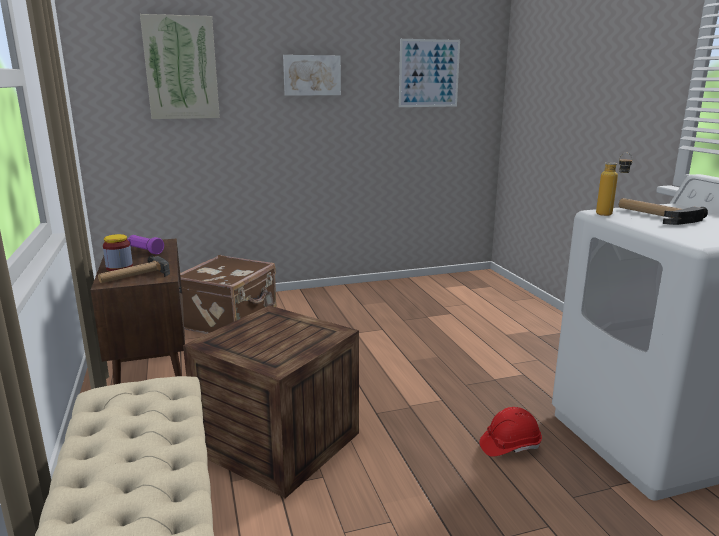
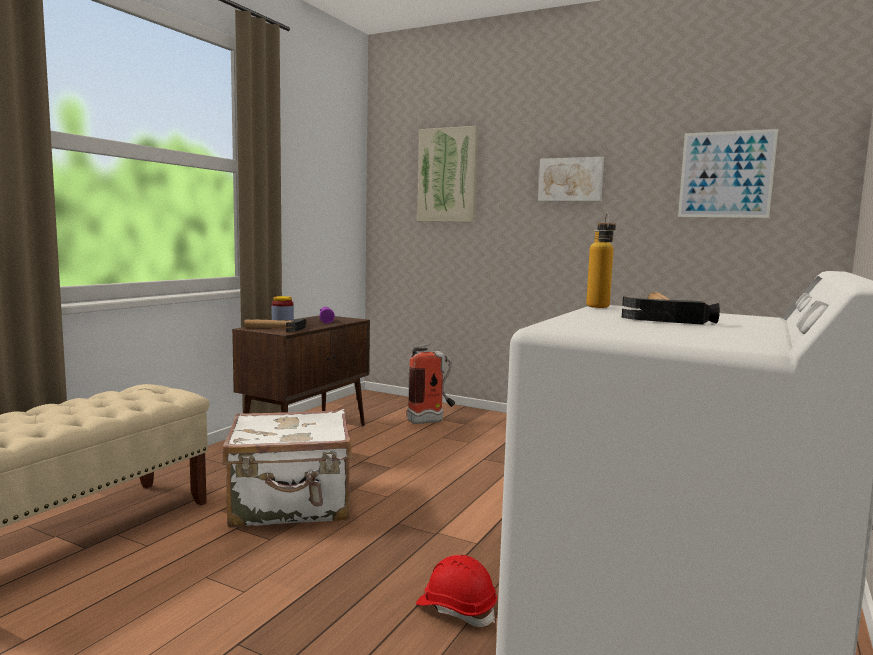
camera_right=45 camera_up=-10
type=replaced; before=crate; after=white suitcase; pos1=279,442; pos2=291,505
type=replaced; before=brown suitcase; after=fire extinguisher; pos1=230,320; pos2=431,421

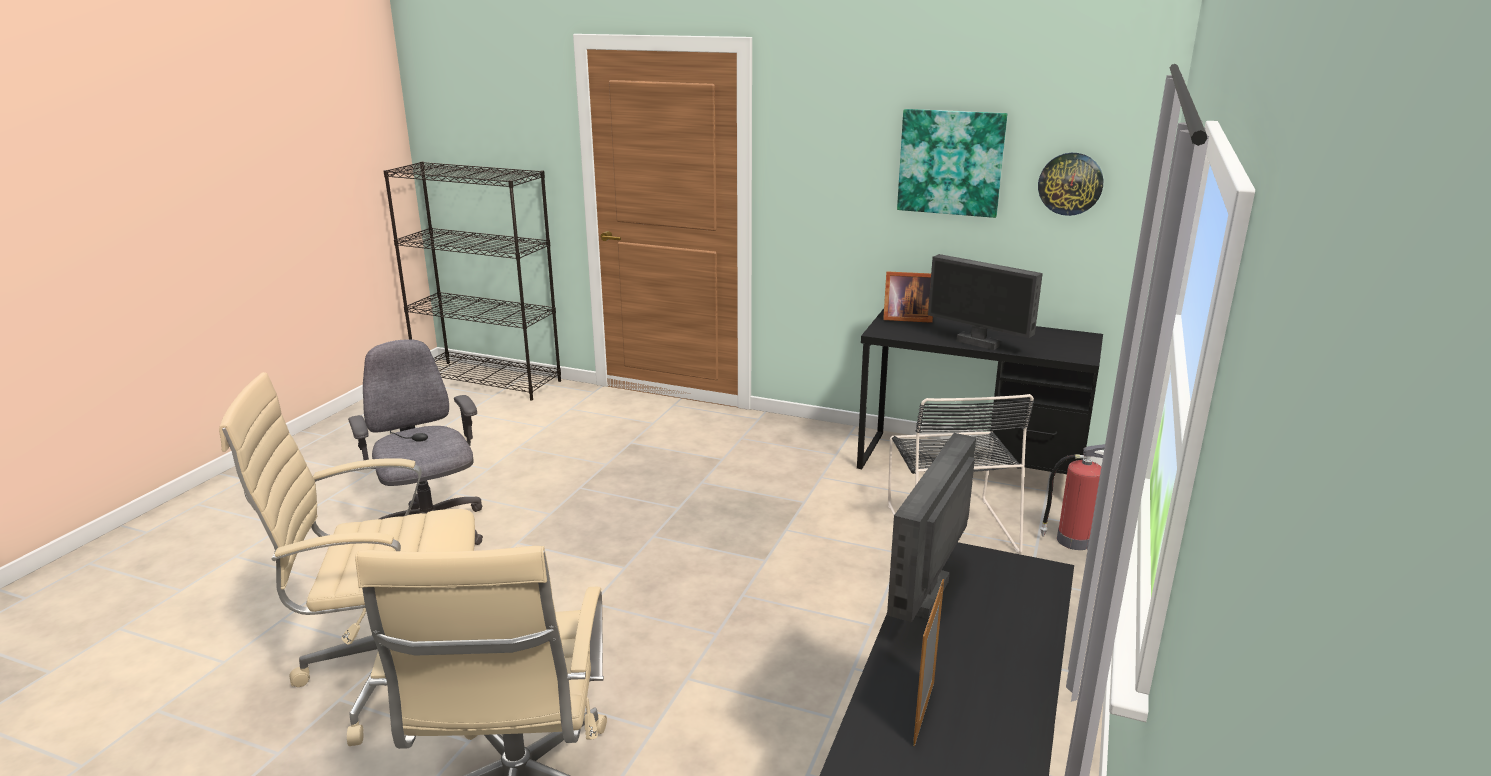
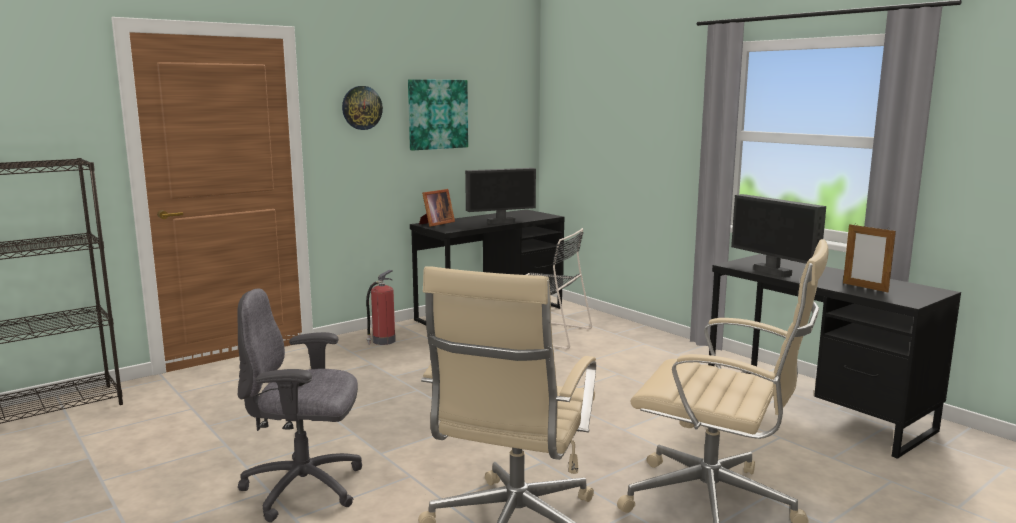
camera_right=-60 camera_up=-10
type=moved; before=wall clock; pos1=1070,184; pos2=361,107
type=moved; before=fire extinguisher; pos1=1072,540; pos2=383,341

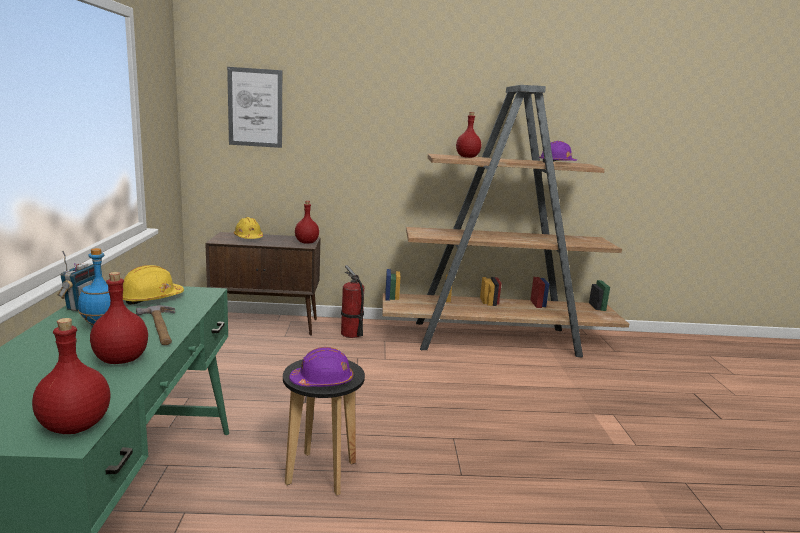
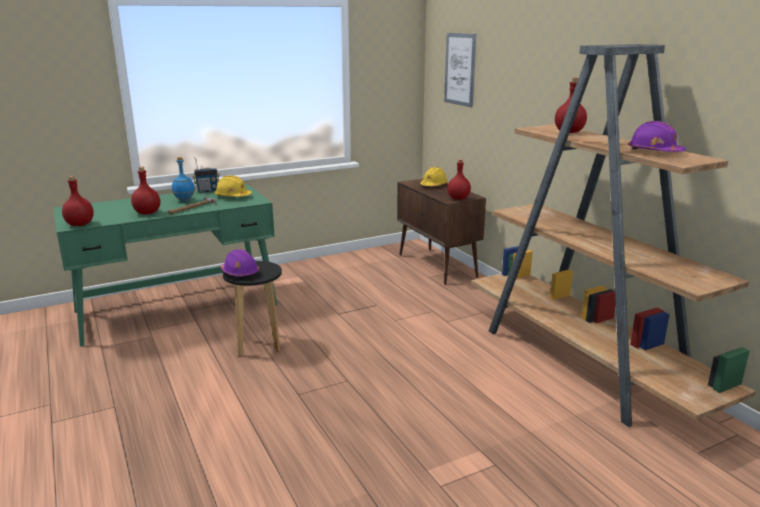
camera_right=65 camera_up=5
type=removed; before=fire extinguisher; pos1=351,334

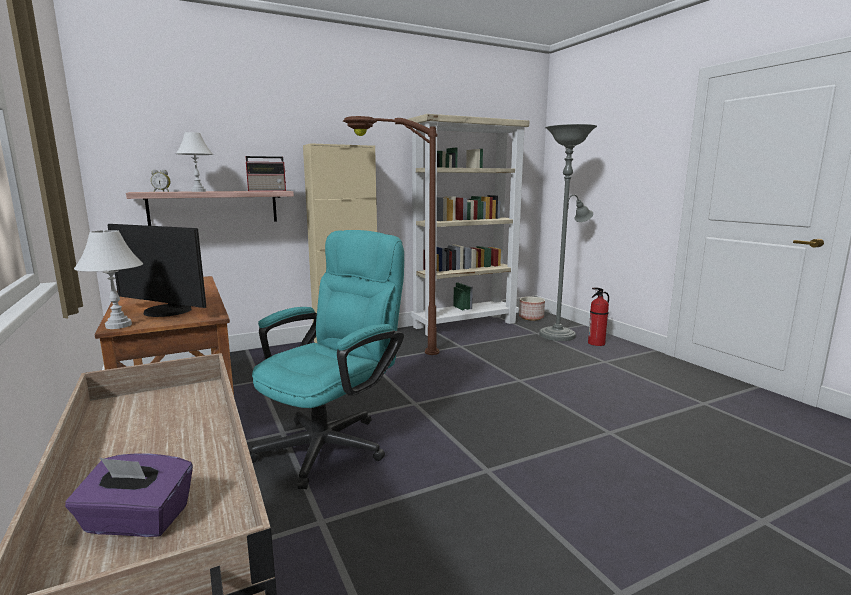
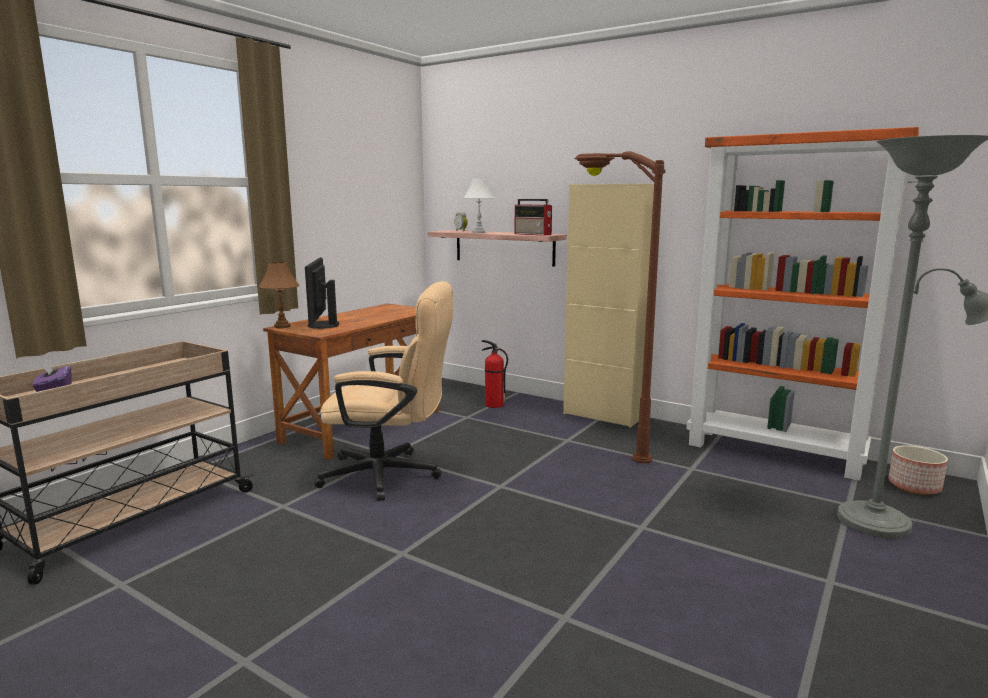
camera_right=60 camera_up=0
type=recoloured; before=white table lamp; after=brown table lamp; pos1=118,325; pos2=282,326
type=recoloured; before=turquoise office chair; after=beige office chair; pos1=332,442; pos2=391,475
type=moved; before=fire extinguisher; pos1=596,343; pos2=493,405
type=recoloured; before=beige bookcase; after=orange bookcase; pos1=465,324; pos2=775,452

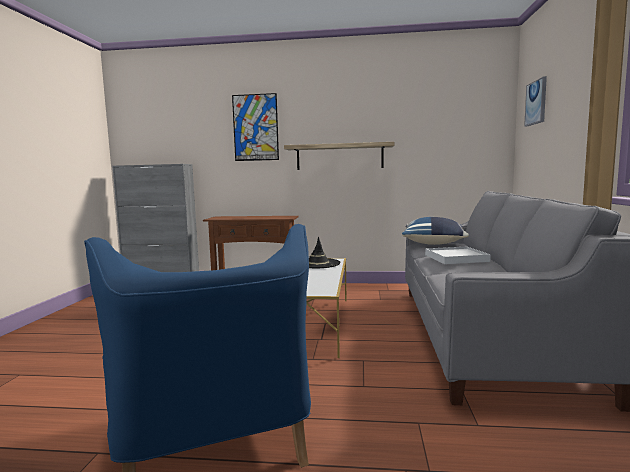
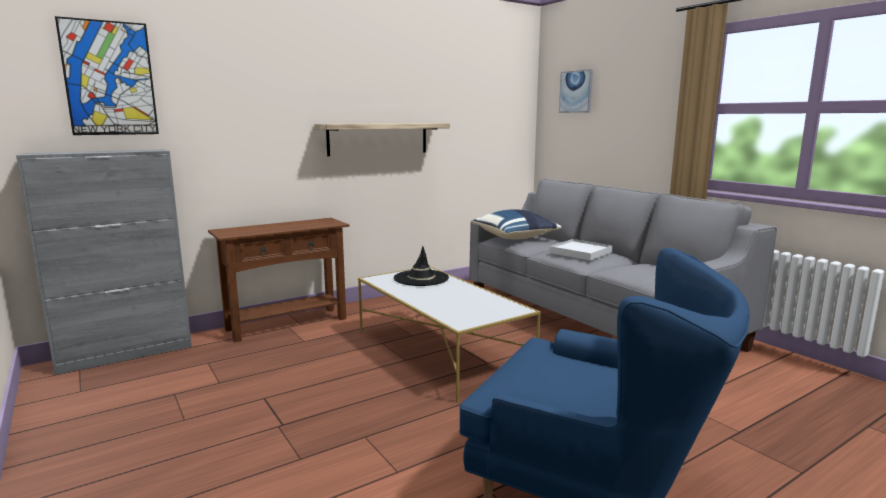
camera_right=-40 camera_up=5
type=moved; before=picture; pos1=255,127; pos2=109,78

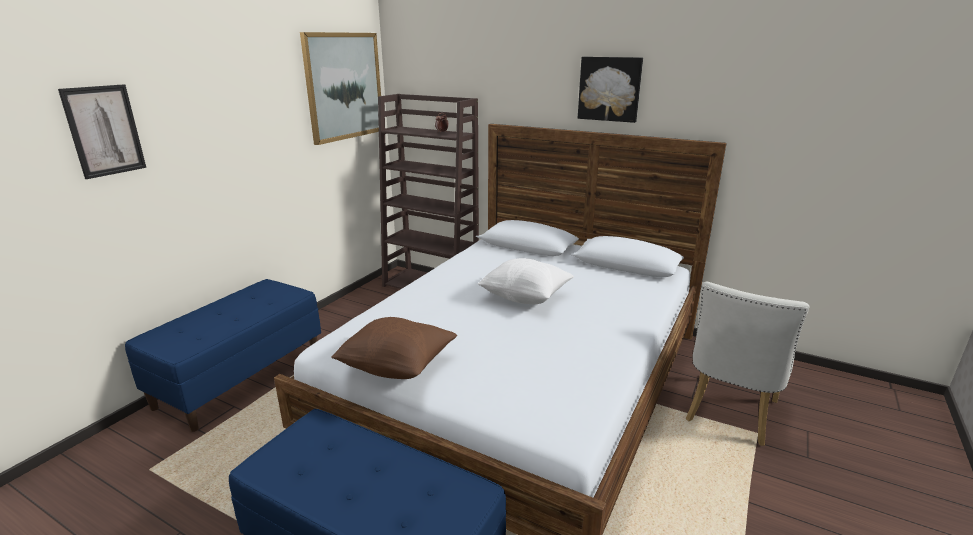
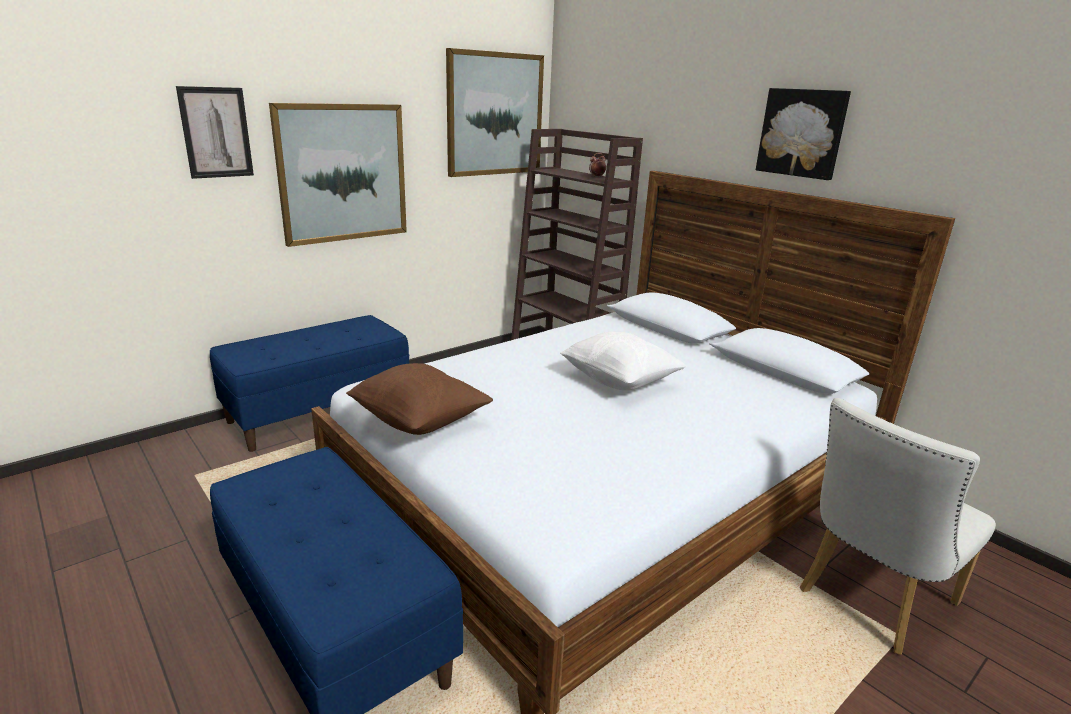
camera_right=20 camera_up=0
type=added; after=picture; pos2=343,173

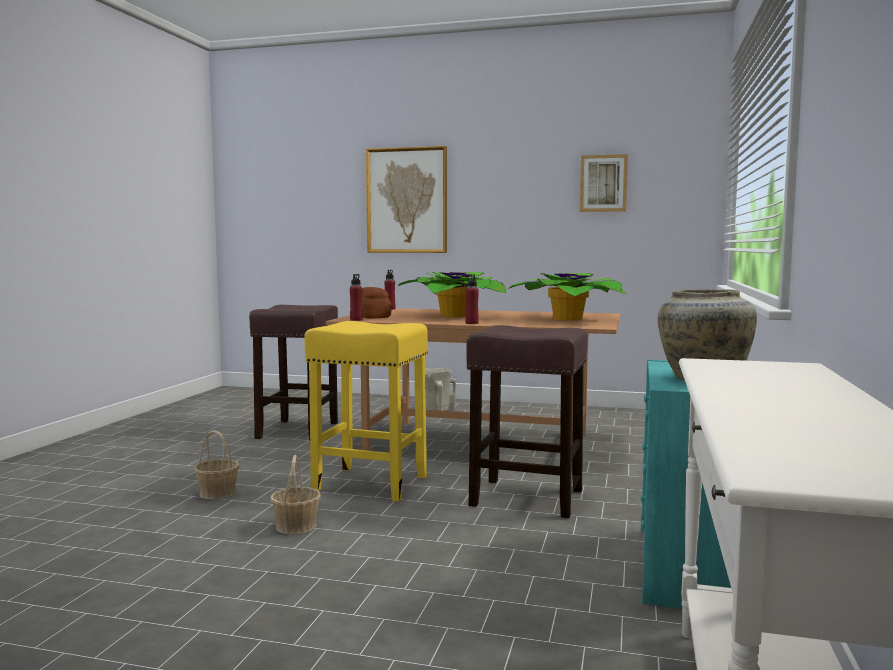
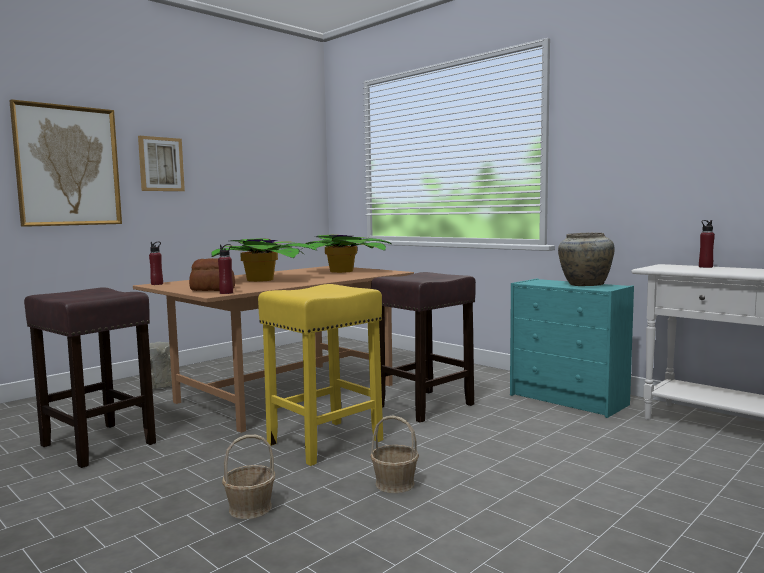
camera_right=-60 camera_up=0
type=moved; before=picture; pos1=603,183; pos2=161,164
type=moved; before=red bottle; pos1=471,323; pos2=705,267

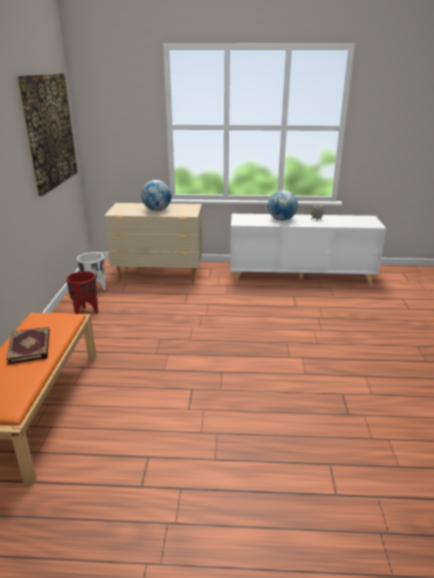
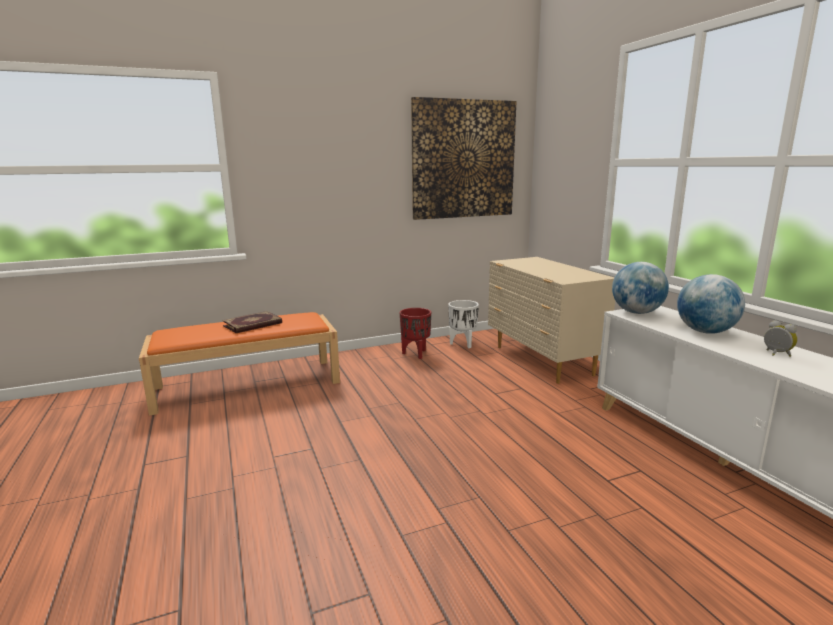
camera_right=65 camera_up=-10
type=moved; before=globe; pos1=157,210; pos2=636,312

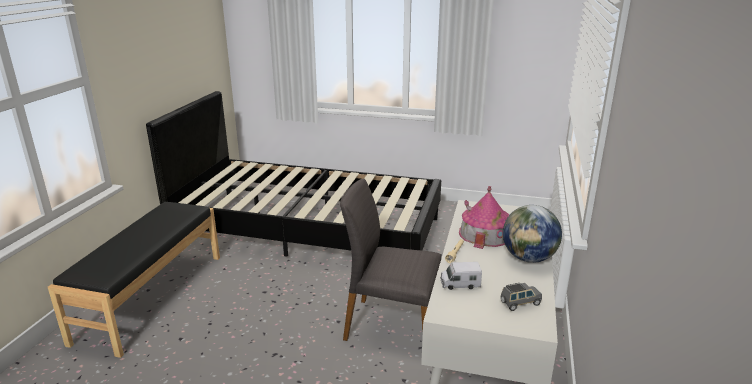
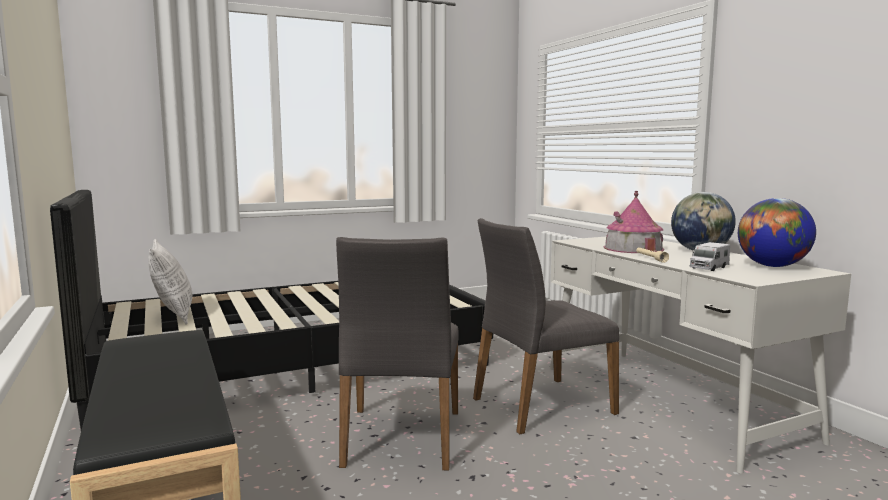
camera_right=-40 camera_up=-15
type=added; after=pillow; pos2=173,315
type=added; after=grey chair; pos2=401,438
type=replaced; before=grey toy car; after=globe; pos1=519,303; pos2=772,266

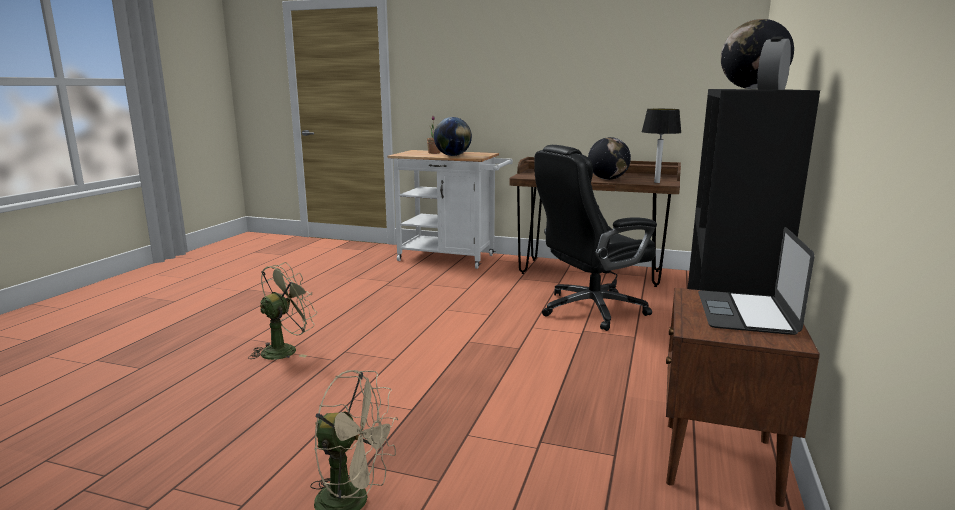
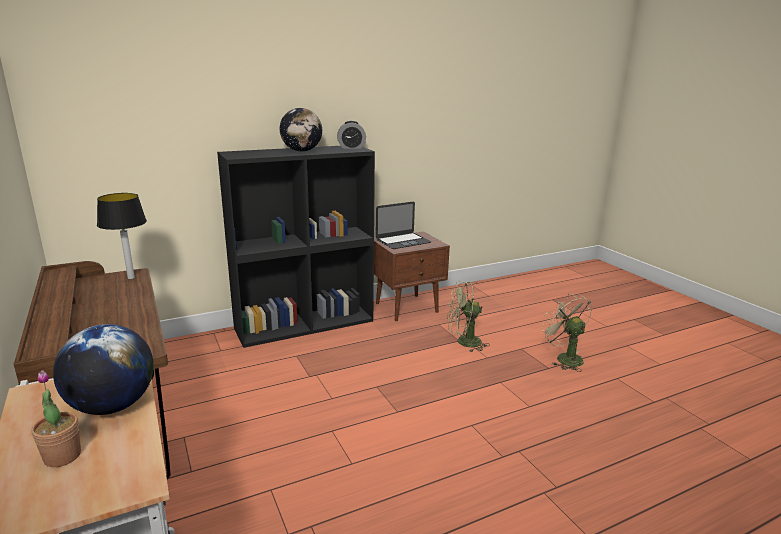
camera_right=-135 camera_up=5
type=moved; before=green fan; pos1=285,349; pos2=463,342
type=removed; before=black office chair; pos1=590,310
type=removed; before=globe; pos1=608,179

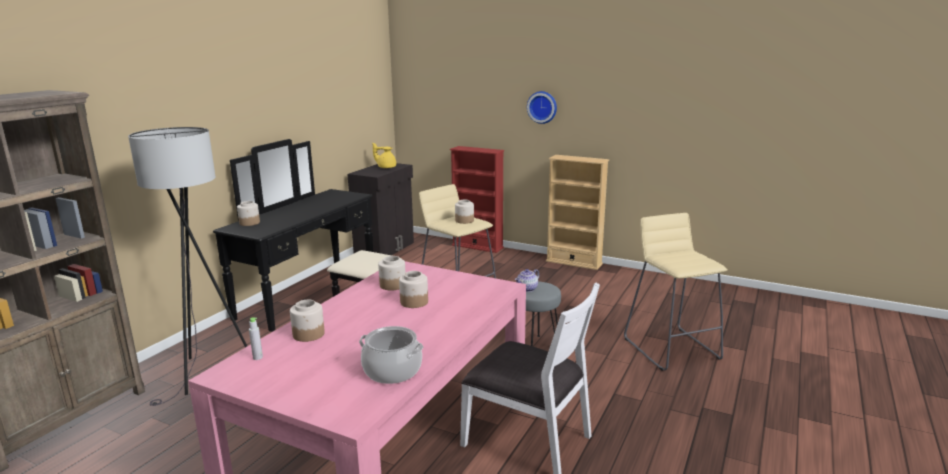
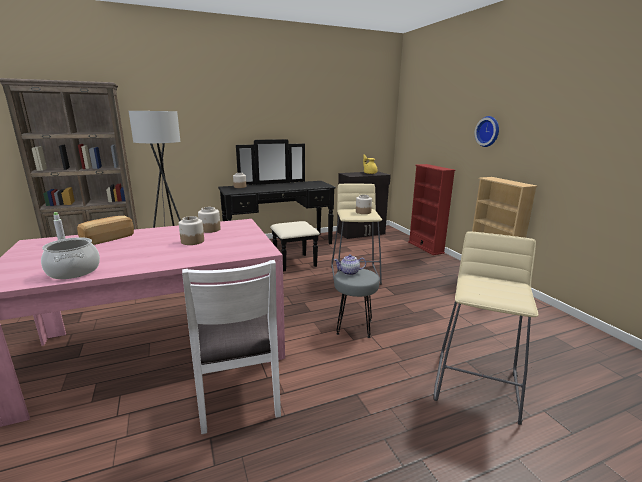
camera_right=40 camera_up=0
type=replaced; before=jar; after=bread; pos1=309,334; pos2=107,238

